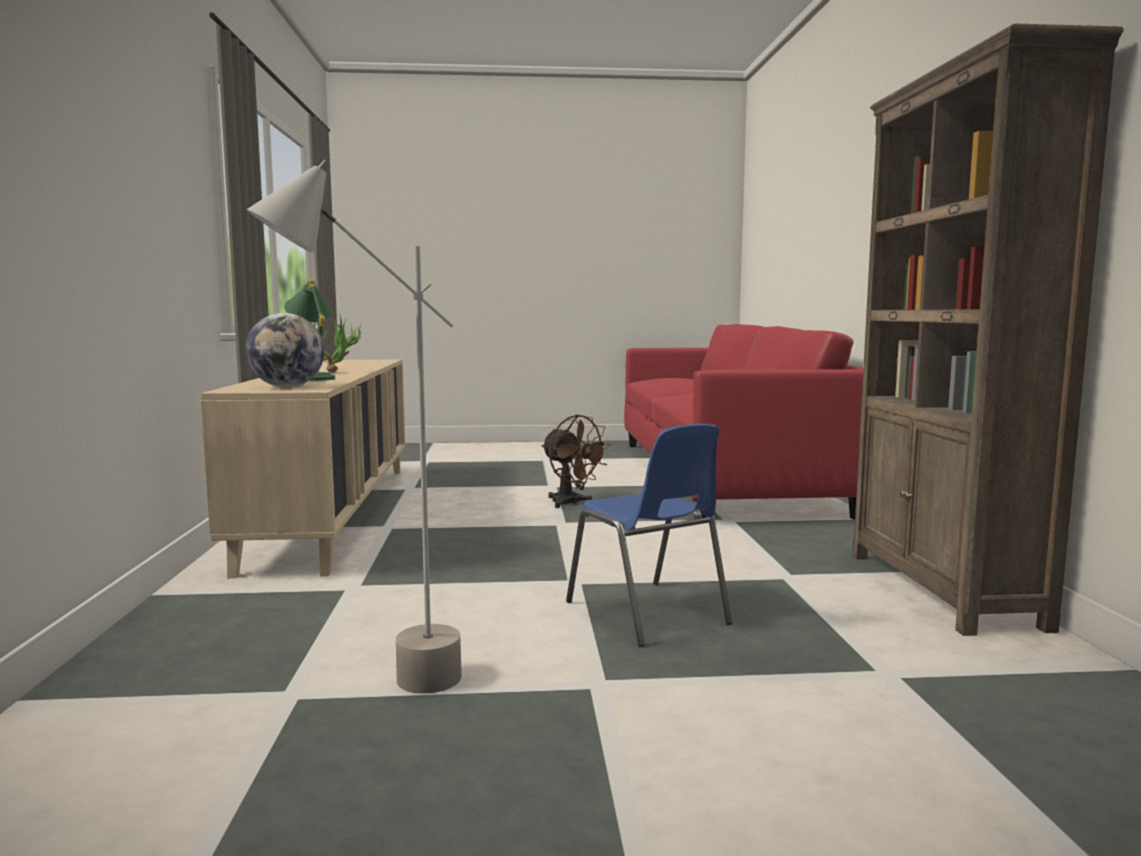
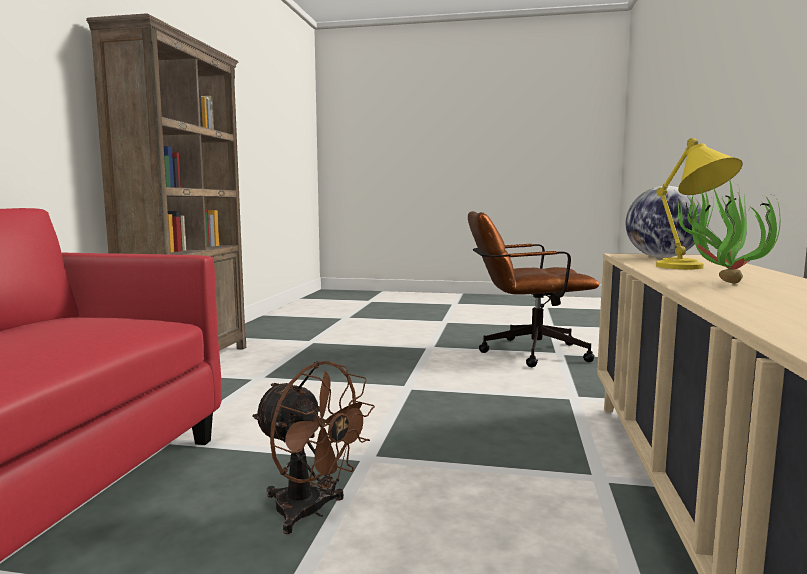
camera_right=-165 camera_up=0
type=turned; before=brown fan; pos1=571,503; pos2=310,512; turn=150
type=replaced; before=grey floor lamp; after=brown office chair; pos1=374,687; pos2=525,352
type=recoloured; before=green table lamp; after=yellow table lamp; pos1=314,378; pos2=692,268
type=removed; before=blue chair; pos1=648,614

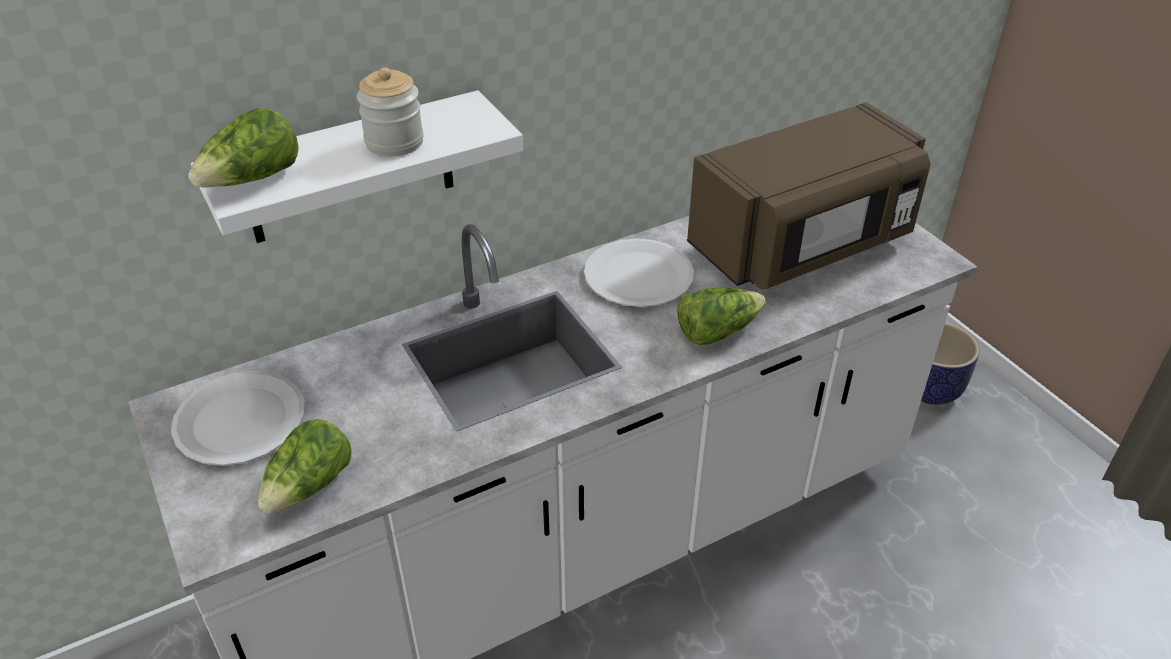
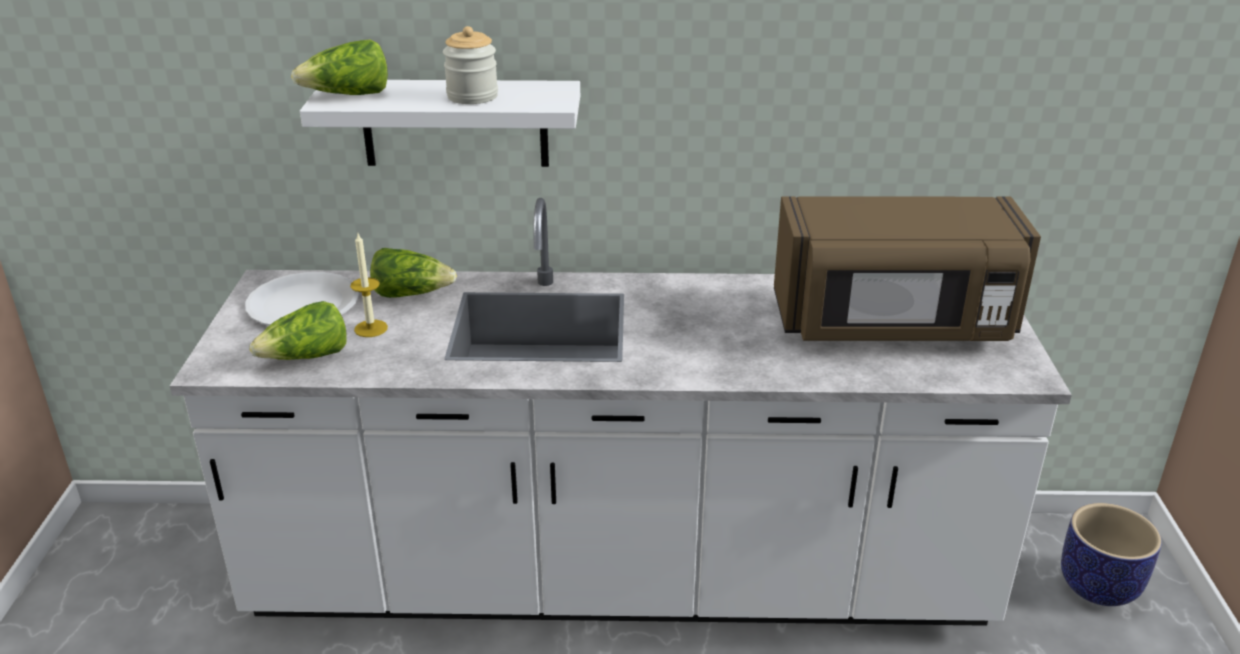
camera_right=30 camera_up=-10
type=added; after=candle; pos2=371,328
type=moved; before=lettuce; pos1=716,331; pos2=411,294
type=removed; before=white plate; pos1=638,275

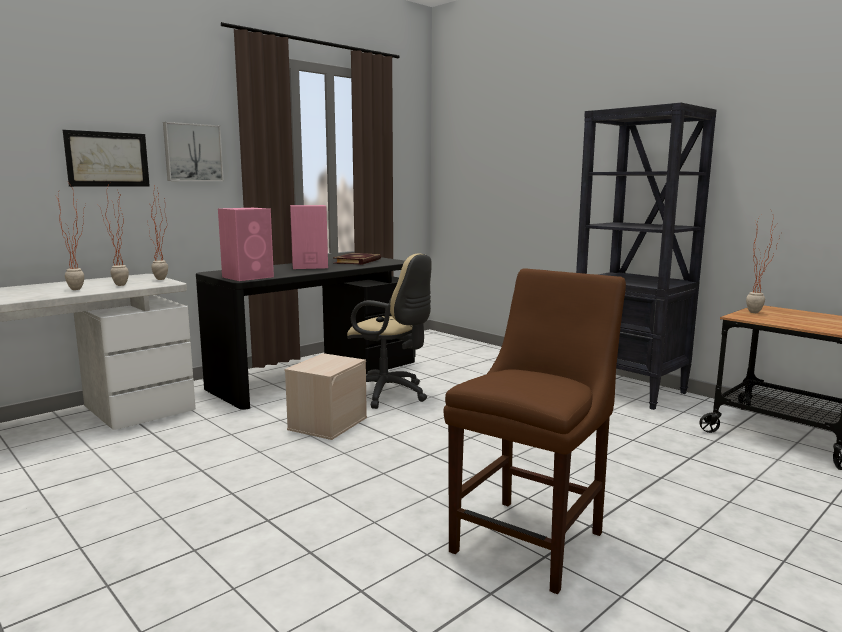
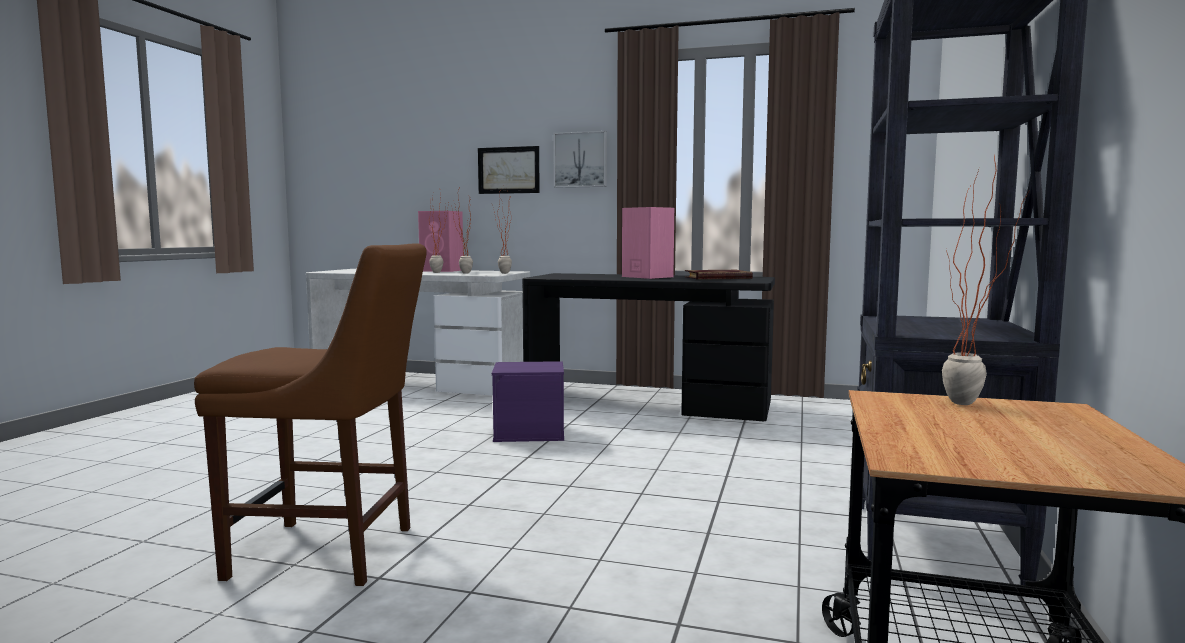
camera_right=60 camera_up=-5
type=moved; before=pink speaker; pos1=249,277; pos2=443,270
type=recoloured; before=beige storage box; after=purple storage box; pos1=327,423; pos2=530,432
type=removed; before=beige office chair; pos1=389,394

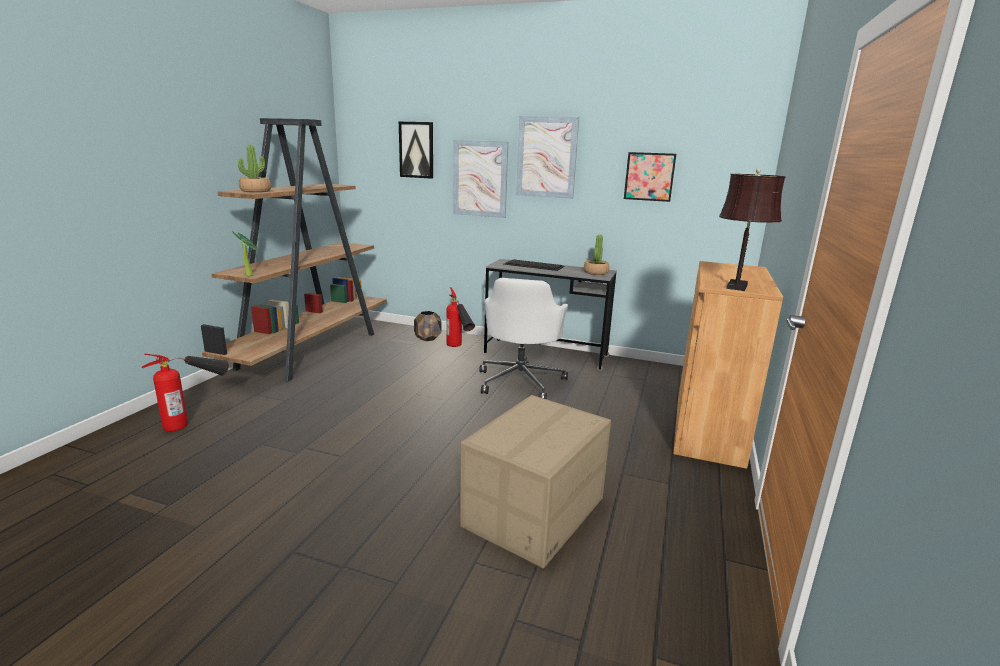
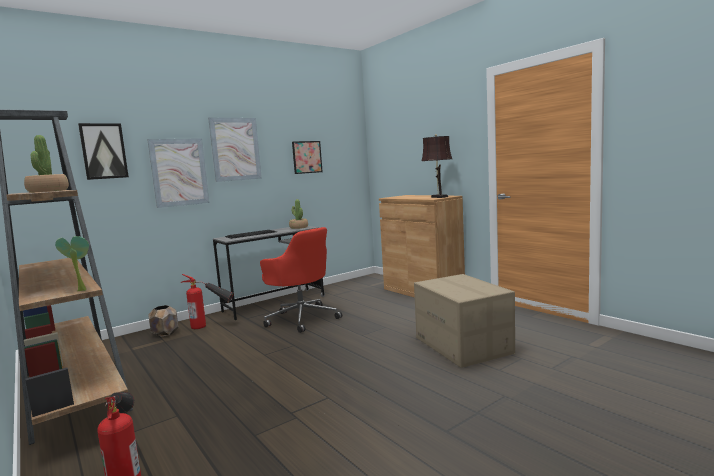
camera_right=-55 camera_up=-10
type=recoloured; before=white office chair; after=red office chair; pos1=521,381; pos2=302,318

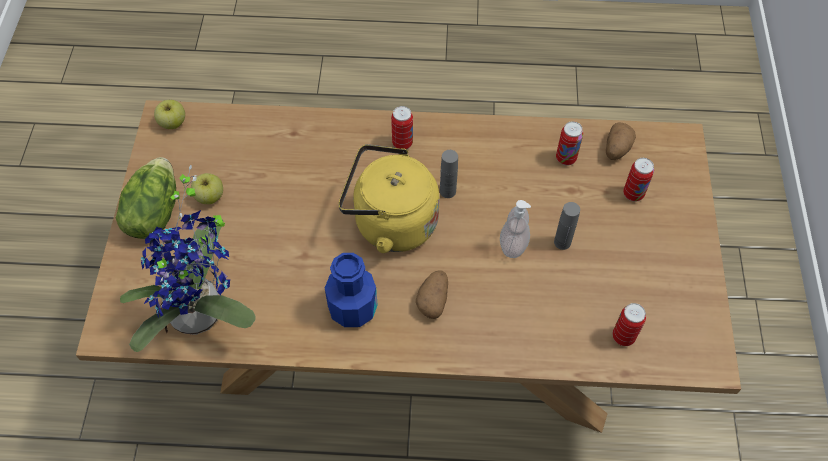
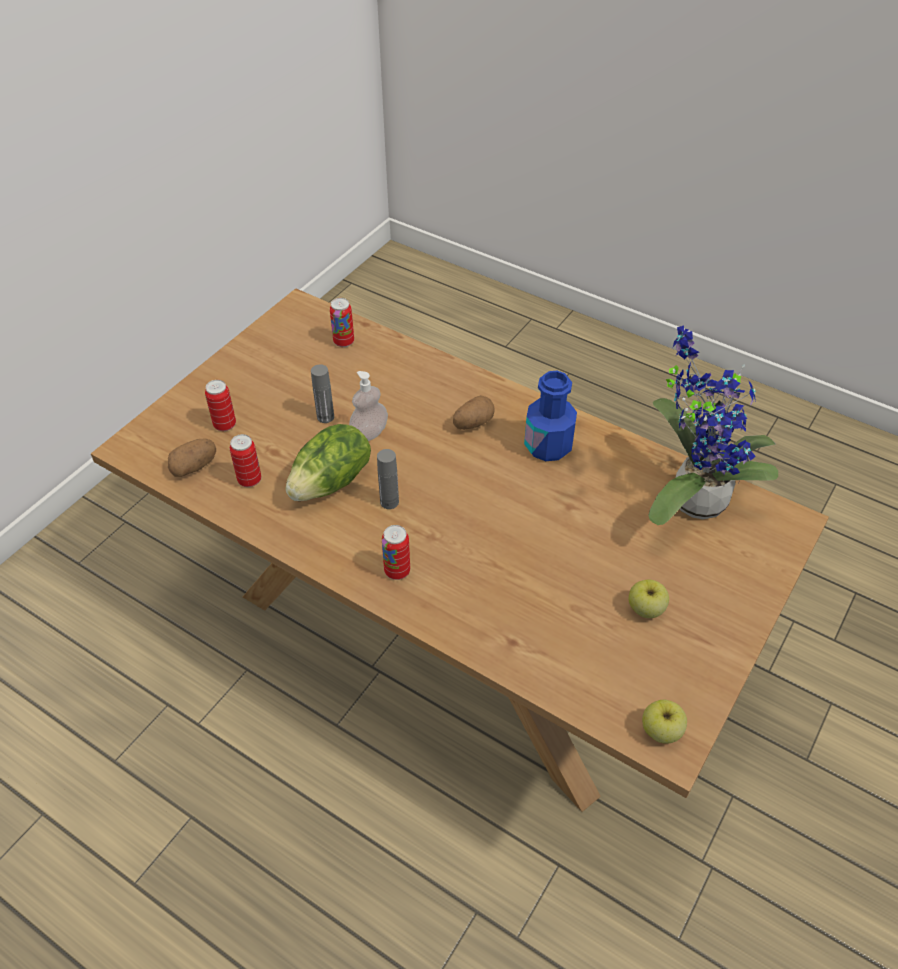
camera_right=-150 camera_up=-10
type=moved; before=lettuce; pos1=153,213; pos2=332,482
type=removed; before=yellow kettle; pos1=390,223

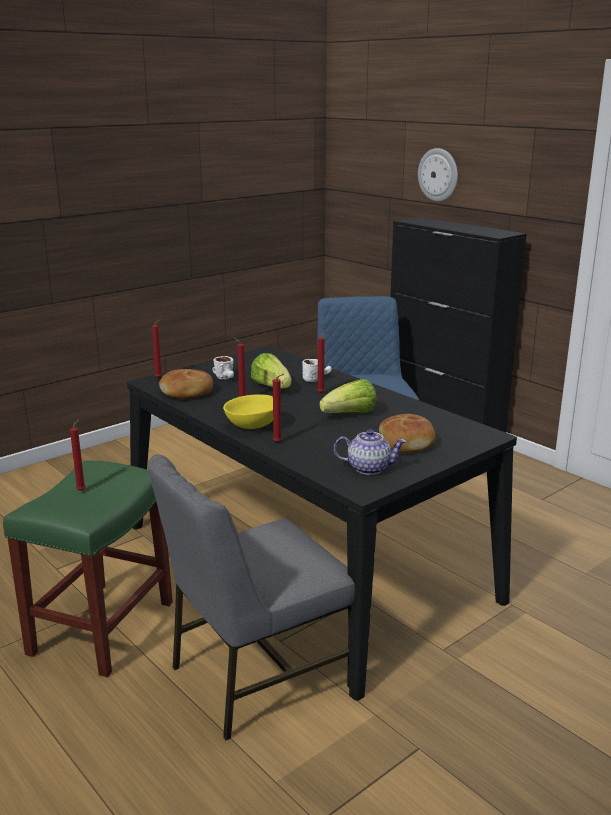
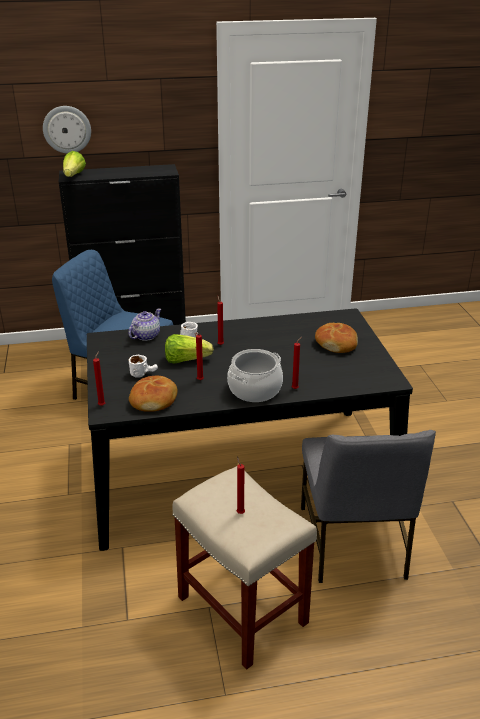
camera_right=-60 camera_up=10
type=moved; before=lettuce; pos1=350,414; pos2=74,176
type=moved; before=teapot; pos1=368,468; pos2=145,336
type=recoloured; before=green stool; after=beige stool; pos1=101,629; pos2=244,611
type=replaced; before=yellow bowl; after=cooking pot; pos1=253,425; pos2=254,389

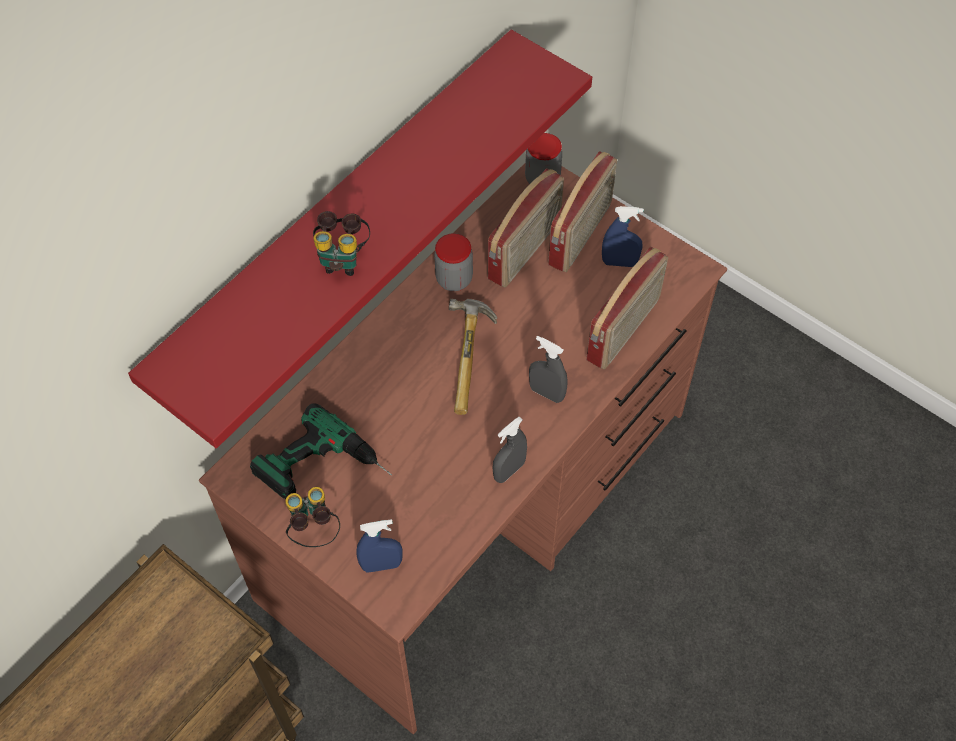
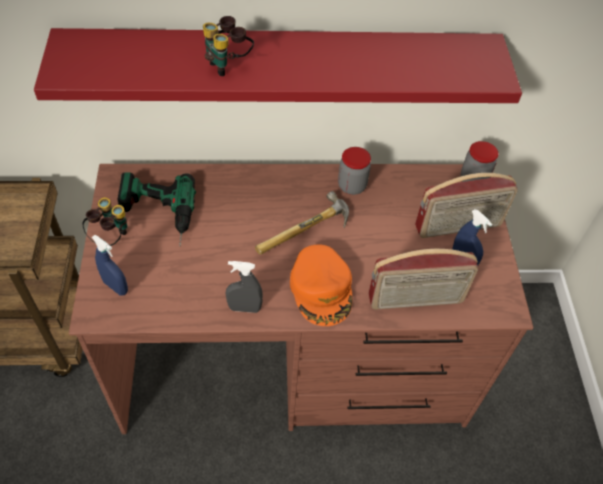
camera_right=45 camera_up=-5
type=replaced; before=grey spray bottle; after=orange cap; pos1=546,393; pos2=322,289
type=removed; before=radio; pos1=525,251

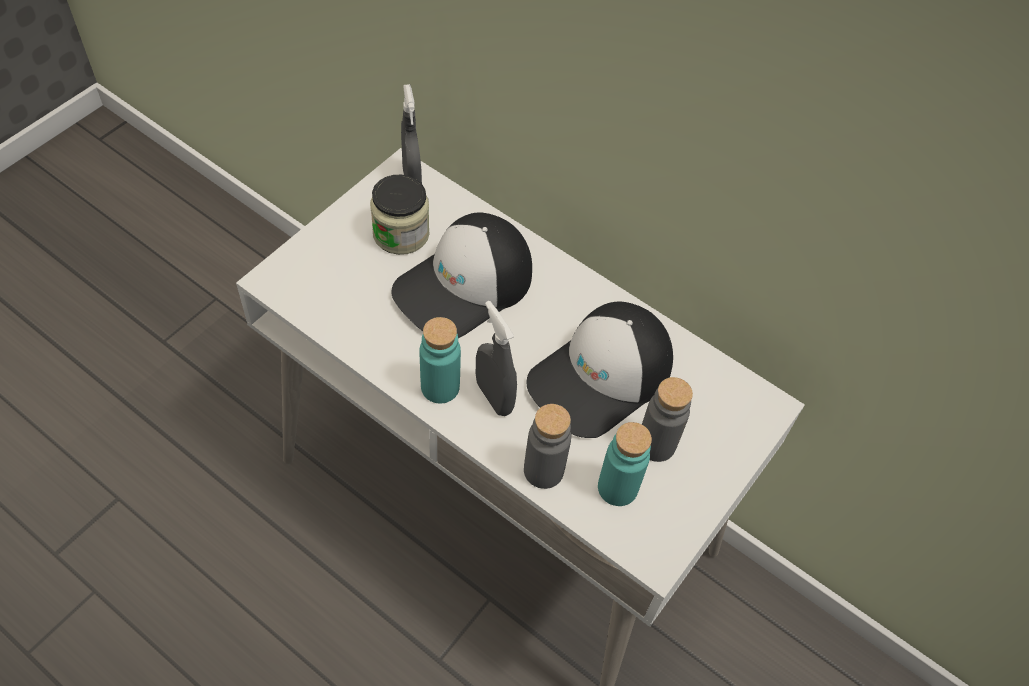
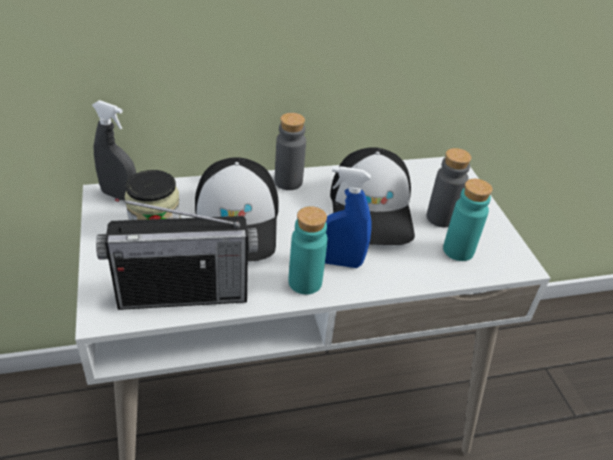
camera_right=-50 camera_up=-15
type=added; after=radio; pos2=183,294
type=moved; before=grey bottle; pos1=543,470; pos2=288,182
type=recoloured; before=grey spray bottle; after=blue spray bottle; pos1=494,397; pos2=339,262

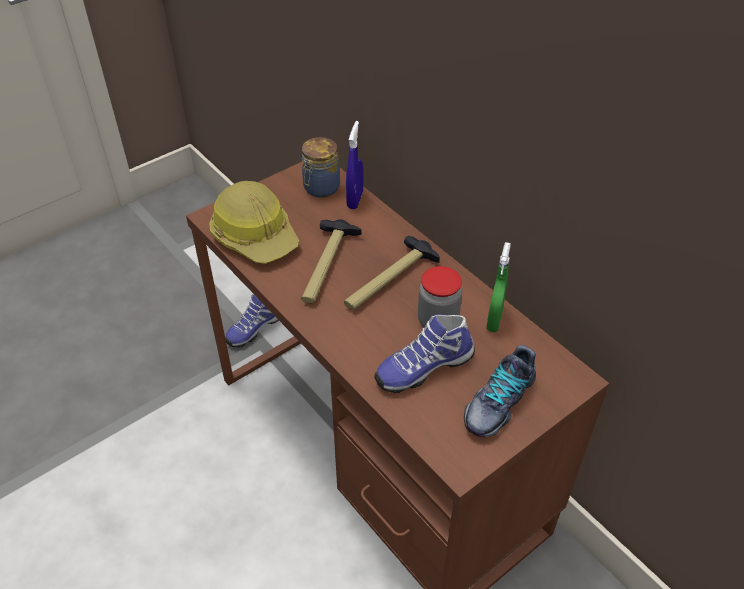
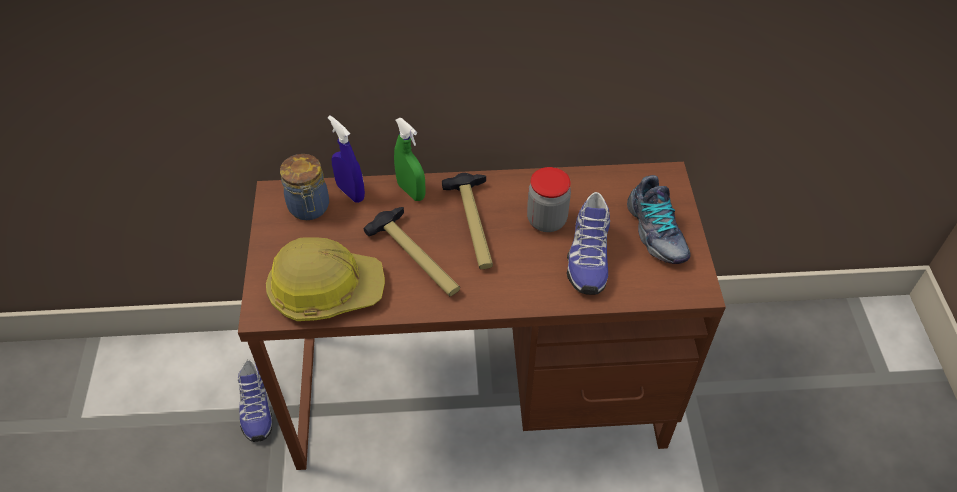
camera_right=-55 camera_up=5
type=moved; before=green spray bottle; pos1=494,320; pos2=411,191

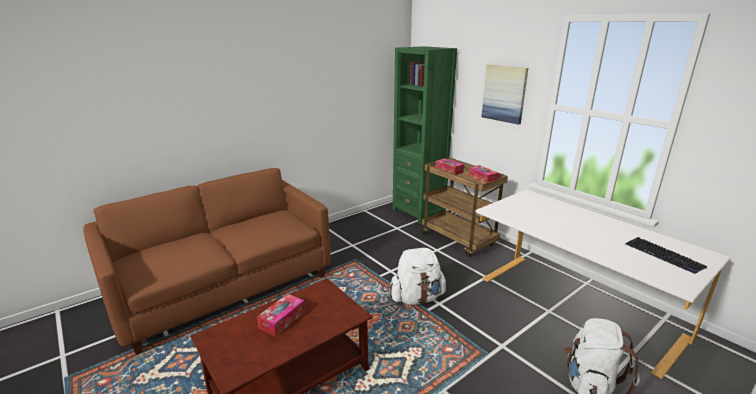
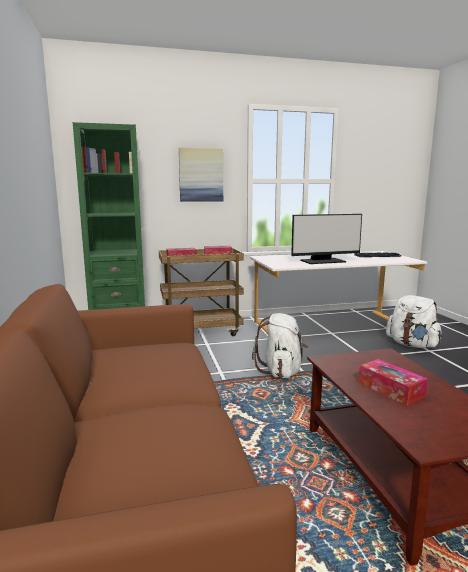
camera_right=-65 camera_up=-10
type=added; after=monitor; pos2=323,261

